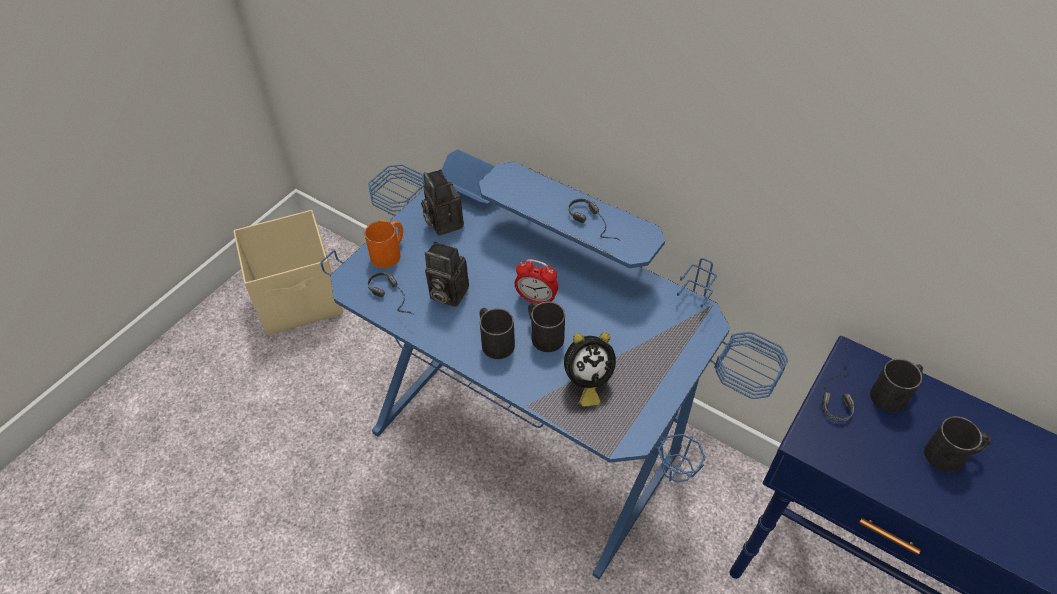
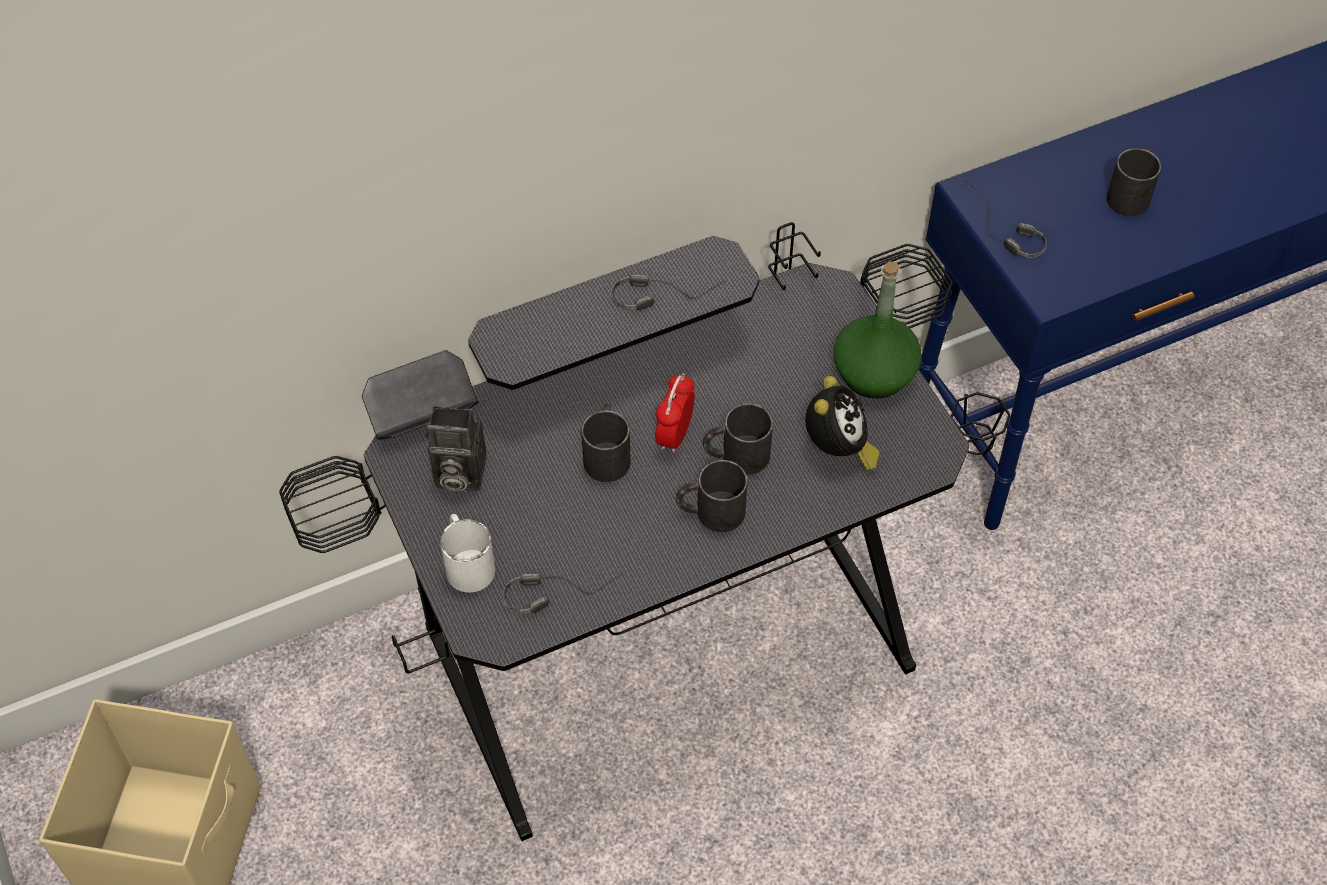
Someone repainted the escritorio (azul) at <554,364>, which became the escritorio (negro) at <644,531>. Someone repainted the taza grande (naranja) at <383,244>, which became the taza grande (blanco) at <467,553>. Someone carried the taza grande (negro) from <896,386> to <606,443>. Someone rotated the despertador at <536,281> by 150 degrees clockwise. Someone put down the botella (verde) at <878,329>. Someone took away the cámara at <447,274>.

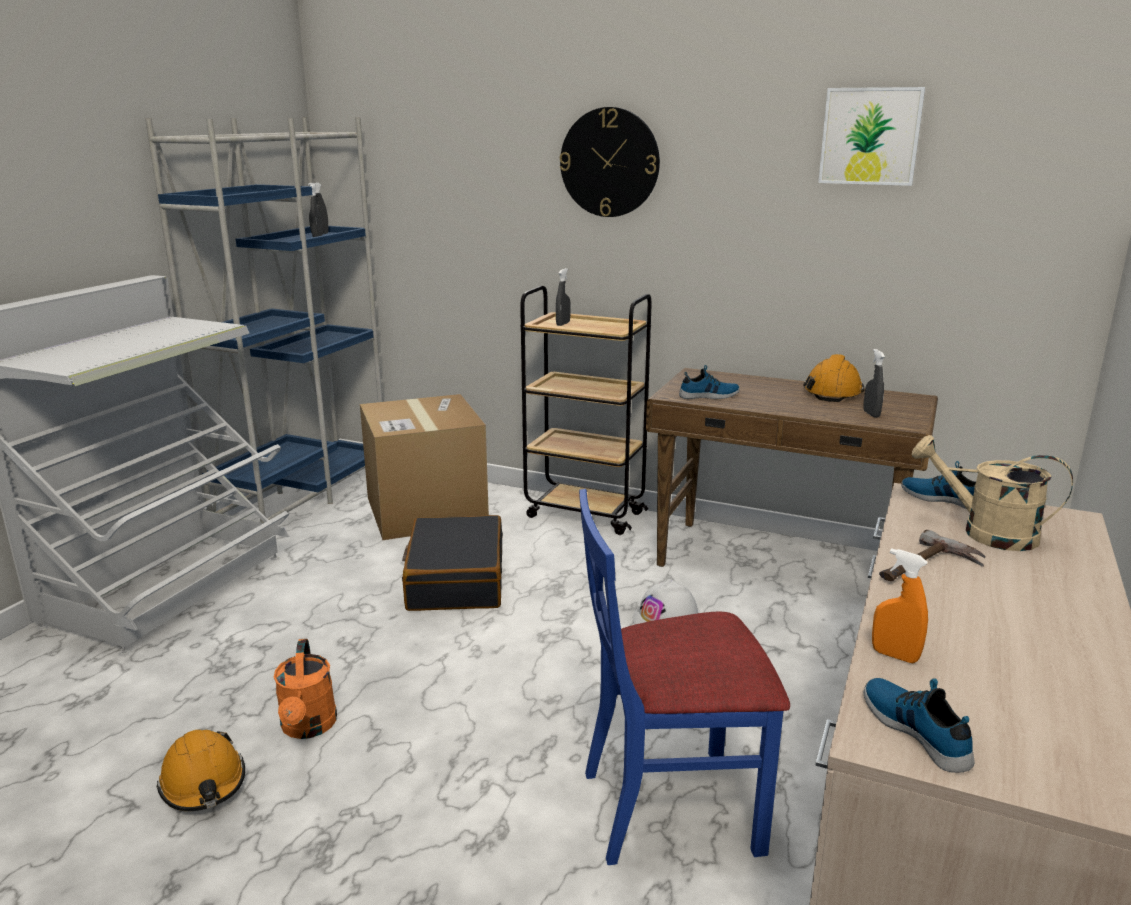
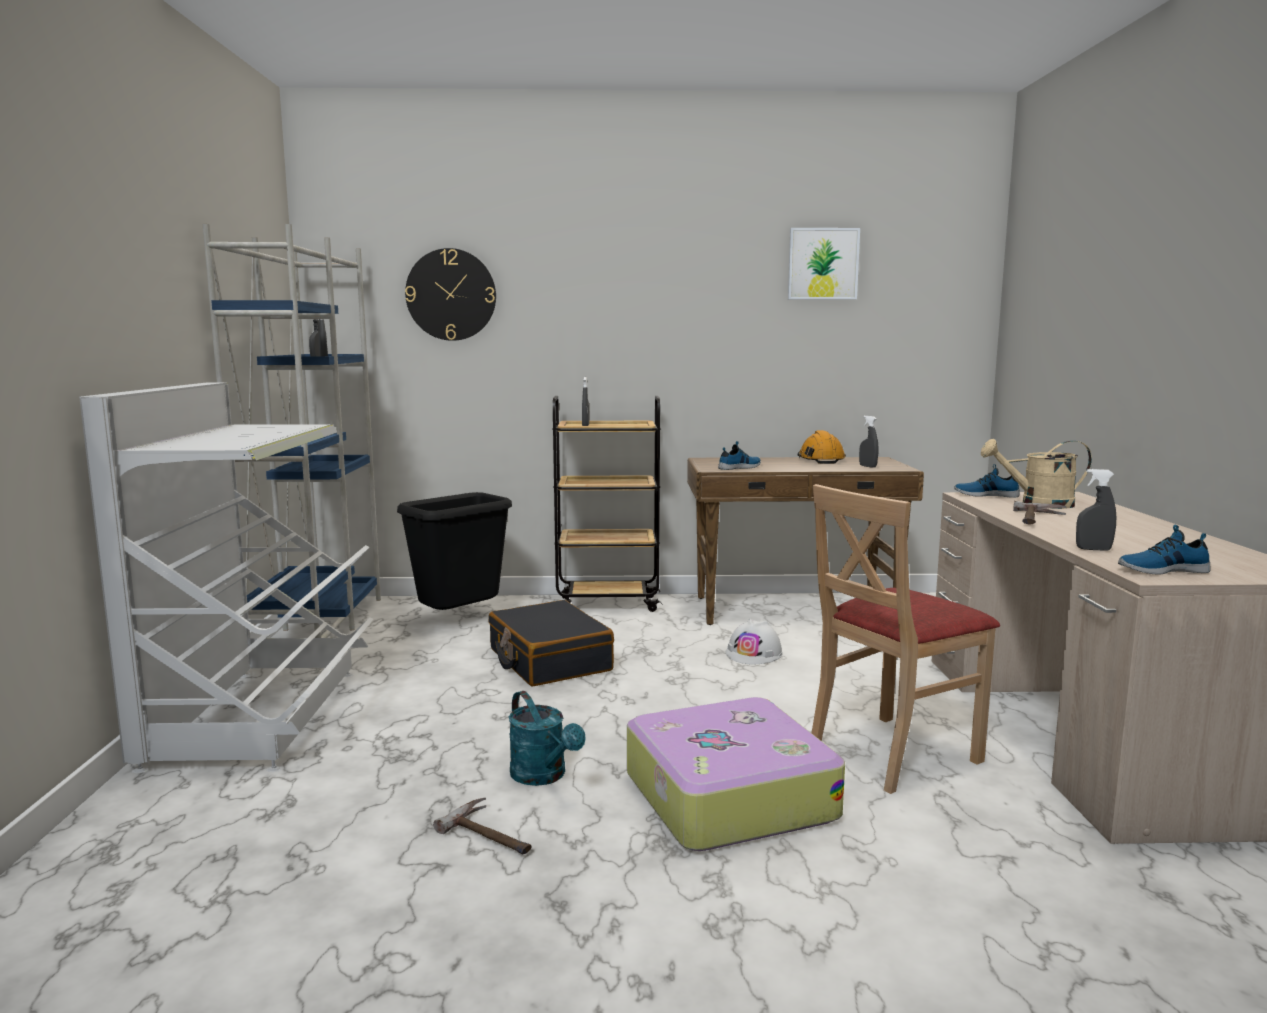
Someone swapped the caja de cartón at <424,467> for the papelera (negro) at <454,551>. Someone carried the reloj de pared from <610,162> to <450,294>. Someone swapped the casco (naranja) at <201,770> for the martillo at <482,826>. Someone repainted the regadera (naranja) at <305,689>, which became the regadera (turquesa) at <547,738>. Someone put down the maleta at <736,774>. Someone repainted the silla (azul) at <684,677>, which became the silla (beis) at <906,639>. Someone repainted the pulverizador (naranja) at <900,605>, which became the pulverizador (gris) at <1096,510>. Someone rotated the zapato at <919,725> by 45 degrees counterclockwise.

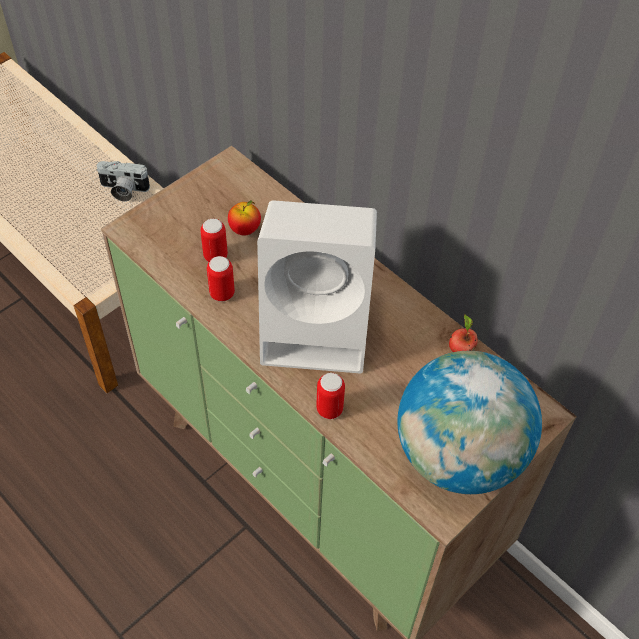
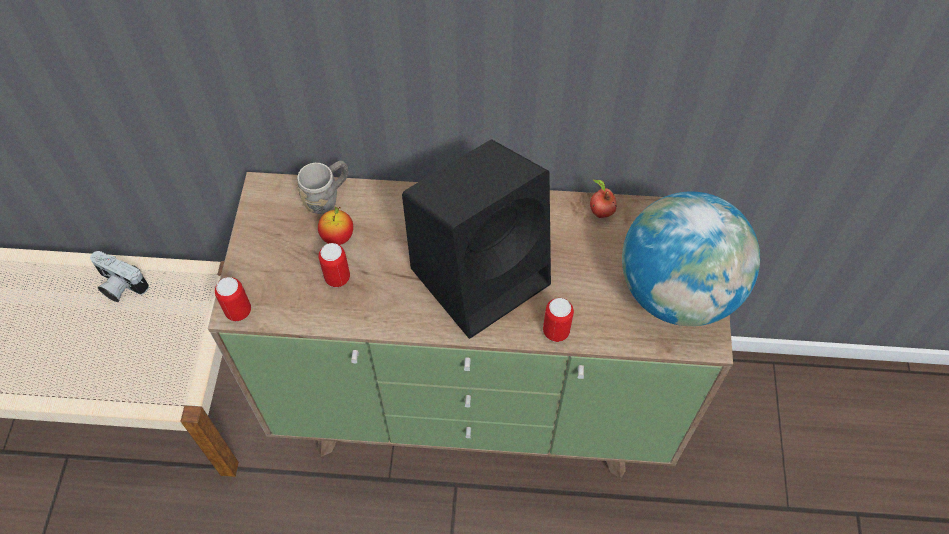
Someone rotated the cámara at <123,181> by 60 degrees clockwise. Someone carried the lata from <221,279> to <233,299>. Someone put down the taza grande (gris) at <322,187>. Someone repainted the altavoz (blanco) at <317,287>, which became the altavoz (negro) at <476,239>.

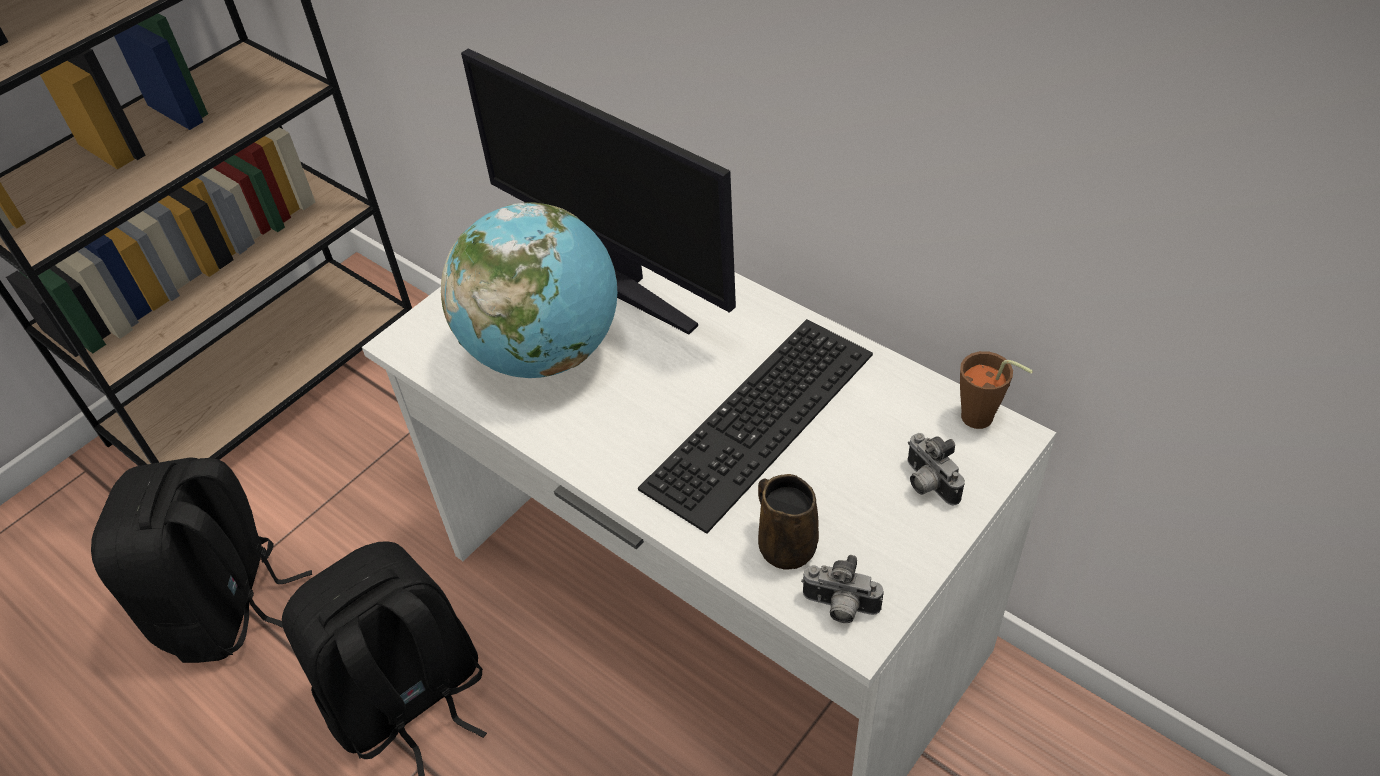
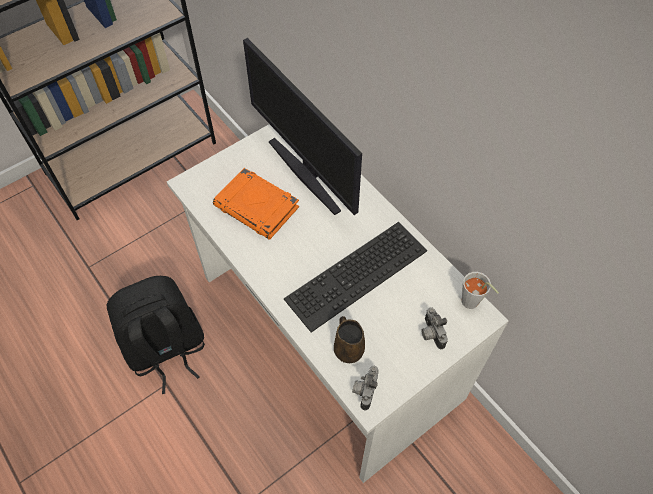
Someone swapped the globo terráqueo at <529,290> for the libro (naranja) at <256,204>. Someone rotated the cámara at <842,589> by 75 degrees clockwise. Someone repainted the taza (marrón) at <996,390>, which became the taza (gris) at <480,290>. Someone took away the mochila (negro) at <201,560>.

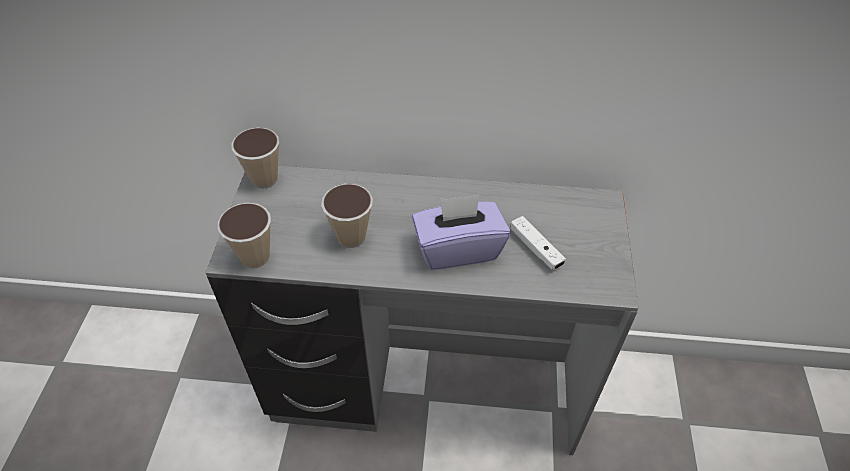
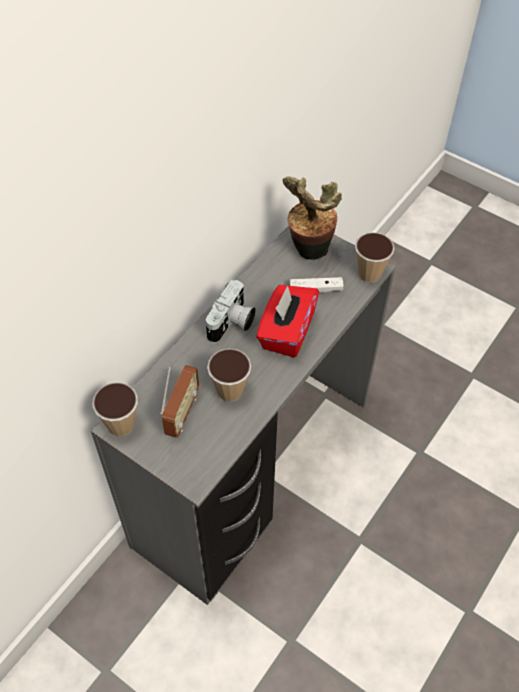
Someone put down the radio at <179,401>. Someone put down the cámara at <231,311>. Someone repainted the caja de pañuelos (morado) at <461,232>, which became the caja de pañuelos (rojo) at <287,321>. Someone put down the planta en maceta at <312,218>. Someone carried the taza from <244,236> to <375,257>.

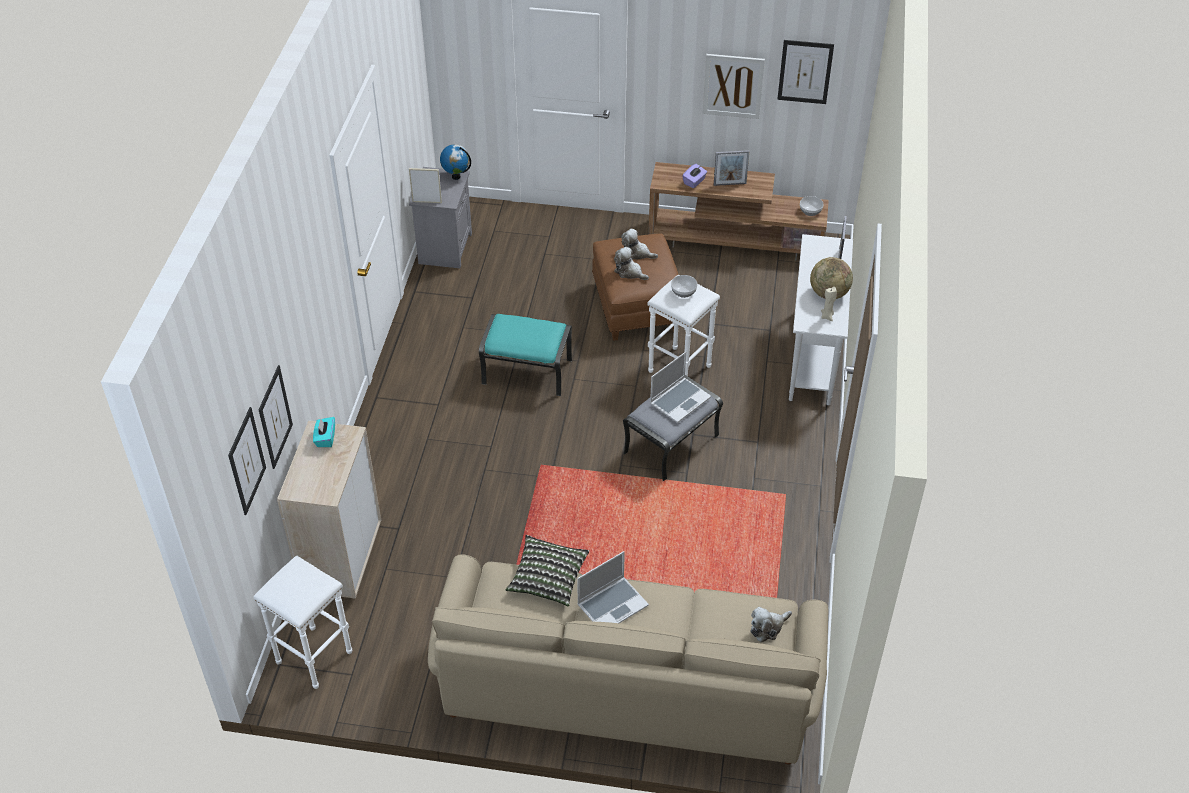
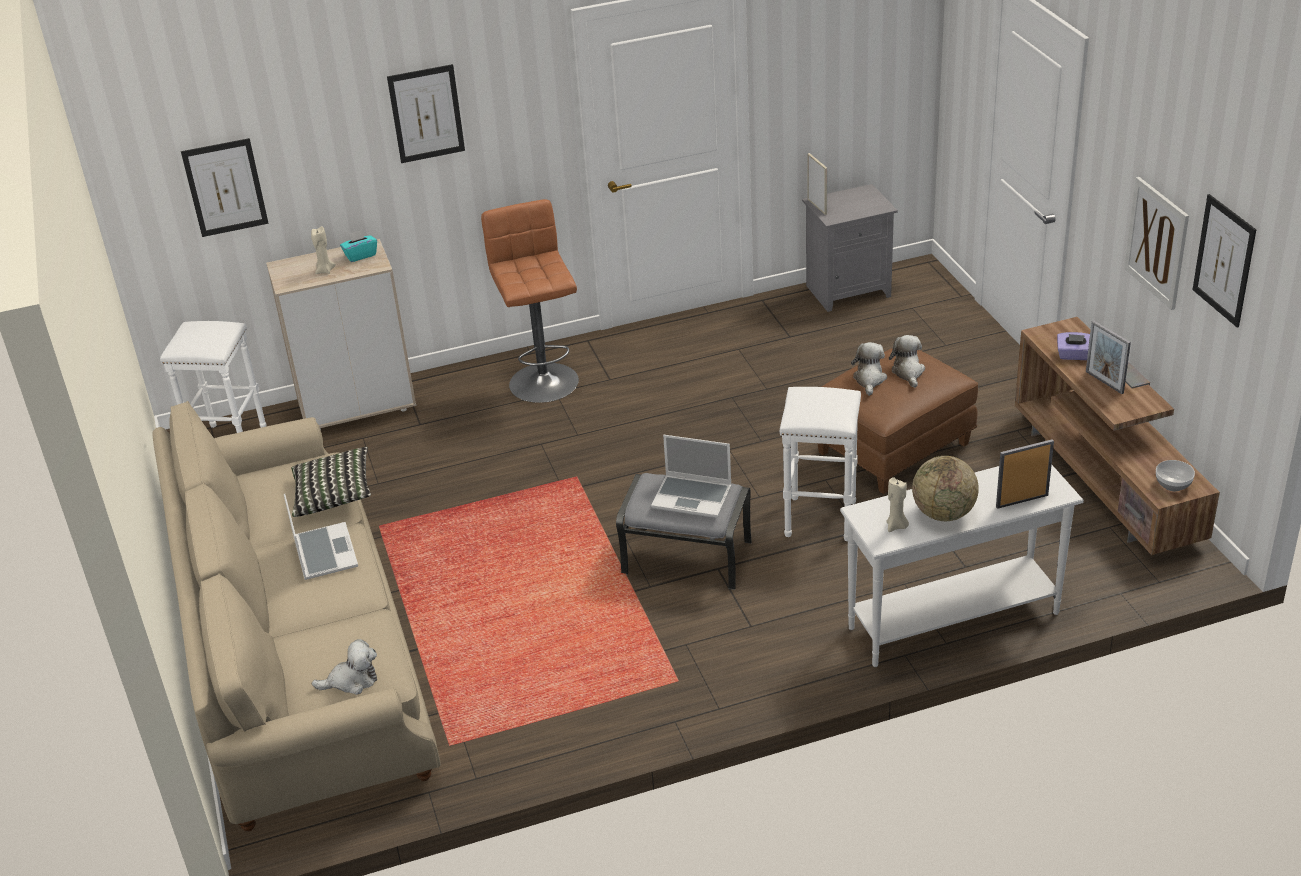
Someone rotated the portátil at <613,587> by 135 degrees counterclockwise. Someone put down the vela (beis) at <323,250>. Someone rotated the peluche at <771,624> by 135 degrees clockwise. Someone carried the cuadro from <276,417> to <426,113>. Someone put down the taburete (marrón) at <530,301>. Someone took away the globo terráqueo at <455,162>. Someone took away the puf (turquesa) at <525,355>. Someone took away the cuenco at <684,286>.

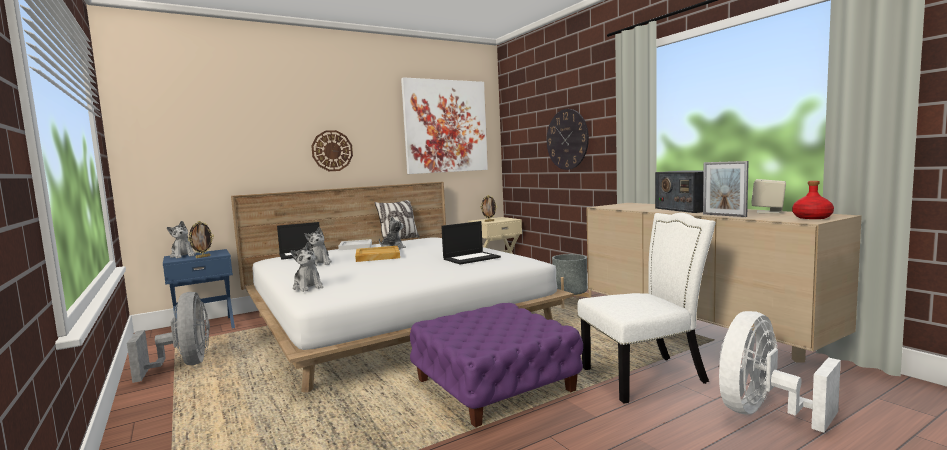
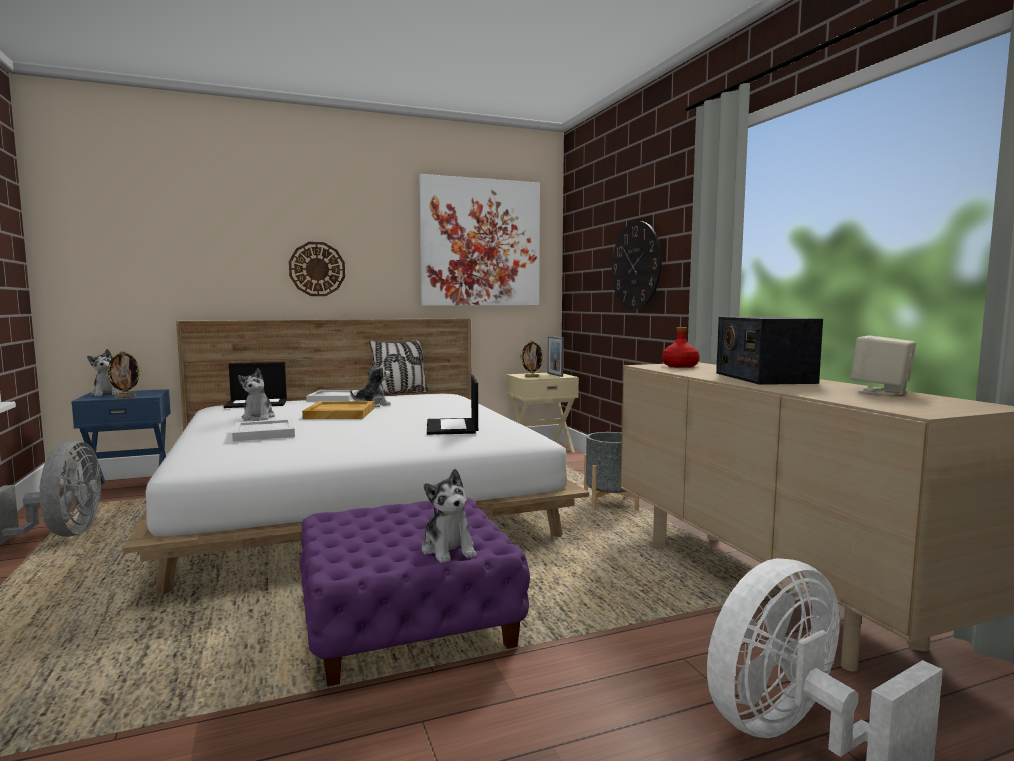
Someone put down the bandeja (blanco) at <263,430>. Someone carried the peluche from <307,267> to <449,516>. Someone rotated the portátil at <471,243> by 105 degrees clockwise. Someone carried the portarretratos from <726,189> to <555,356>. Someone carried the botella (rojo) from <813,200> to <681,347>. Someone took away the silla (blanco) at <647,308>.

